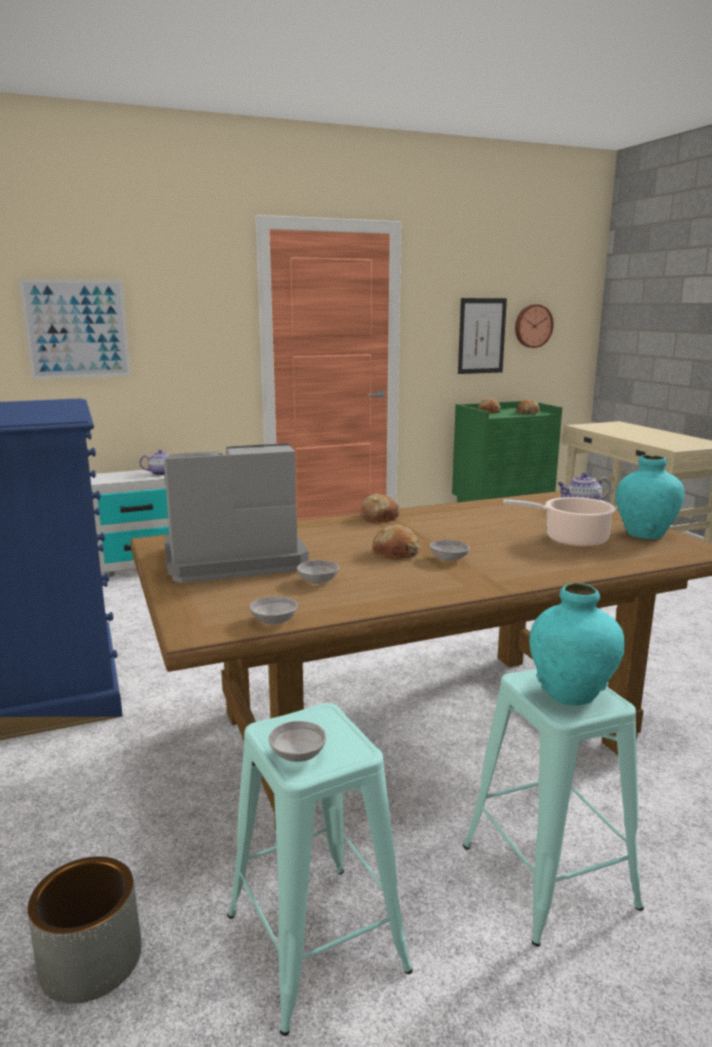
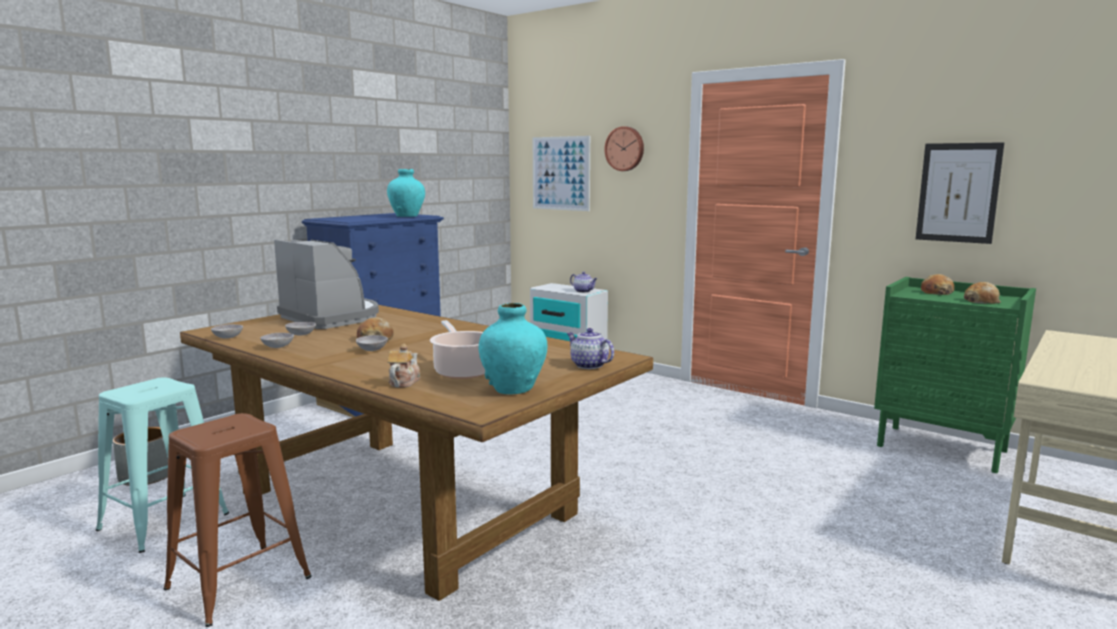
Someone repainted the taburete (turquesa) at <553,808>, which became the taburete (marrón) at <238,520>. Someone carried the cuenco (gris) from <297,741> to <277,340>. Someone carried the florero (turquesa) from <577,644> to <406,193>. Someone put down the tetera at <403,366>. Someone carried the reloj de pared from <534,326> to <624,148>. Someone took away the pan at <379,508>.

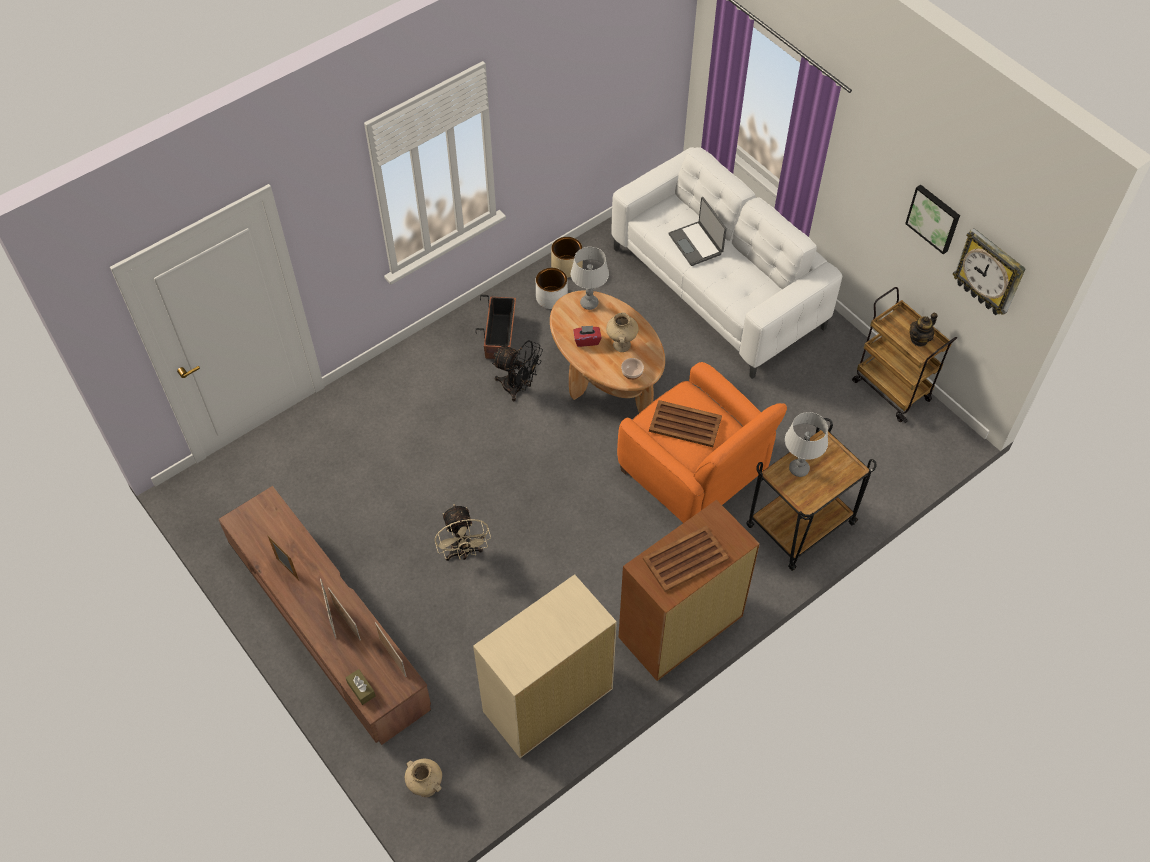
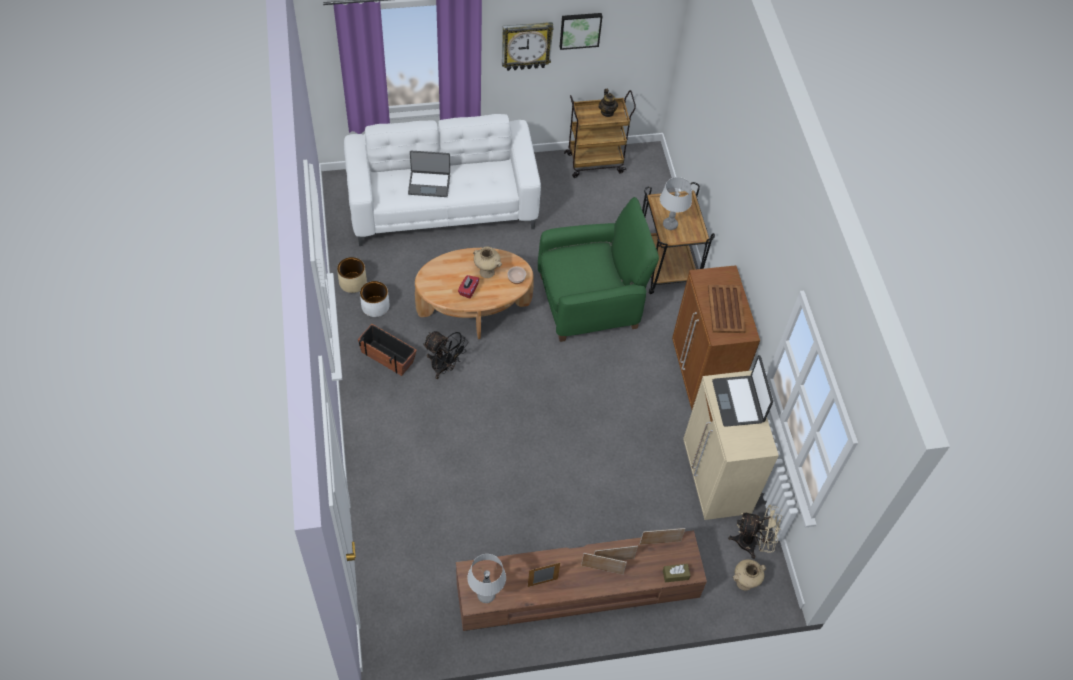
Someone rotated the ventilador (negro) at <517,370> by 75 degrees clockwise. Someone carried the lámpara de mesa (gris) from <590,278> to <486,578>. Someone carried the reloj de pared from <989,272> to <528,46>. Someone repainted the sillón (naranja) at <702,442>, which became the sillón (verde) at <598,269>. Someone put down the portátil at <742,391>. Someone carried the ventilador (beis) from <463,532> to <755,532>. Someone took away the bandeja (marrón) at <685,423>.

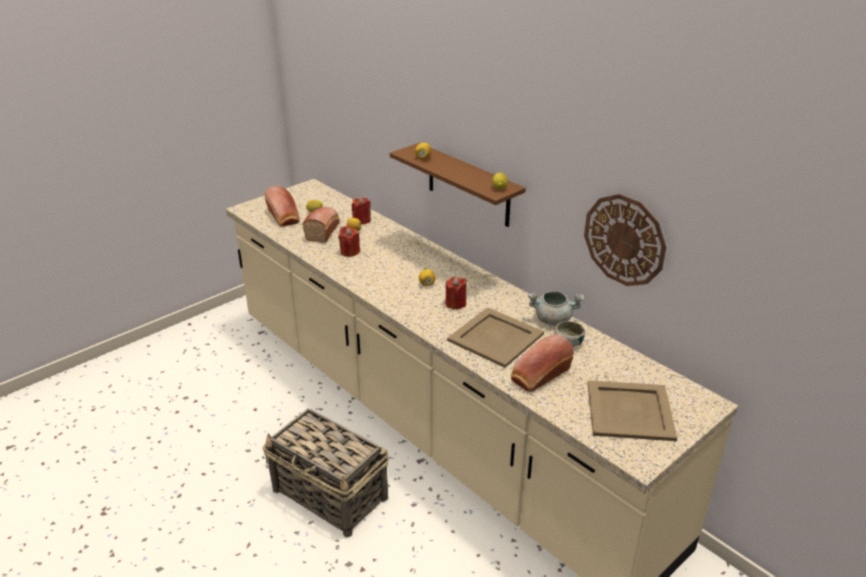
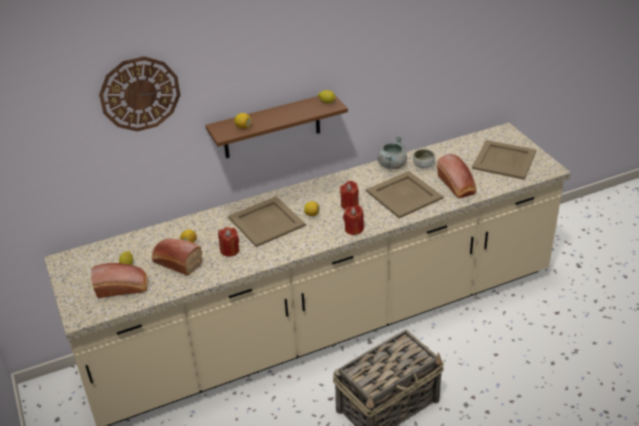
Someone carried the reloj de pared from <625,240> to <139,93>. Someone put down the bandeja (beis) at <267,221>. Someone carried the vela (rojo) from <361,211> to <353,220>.

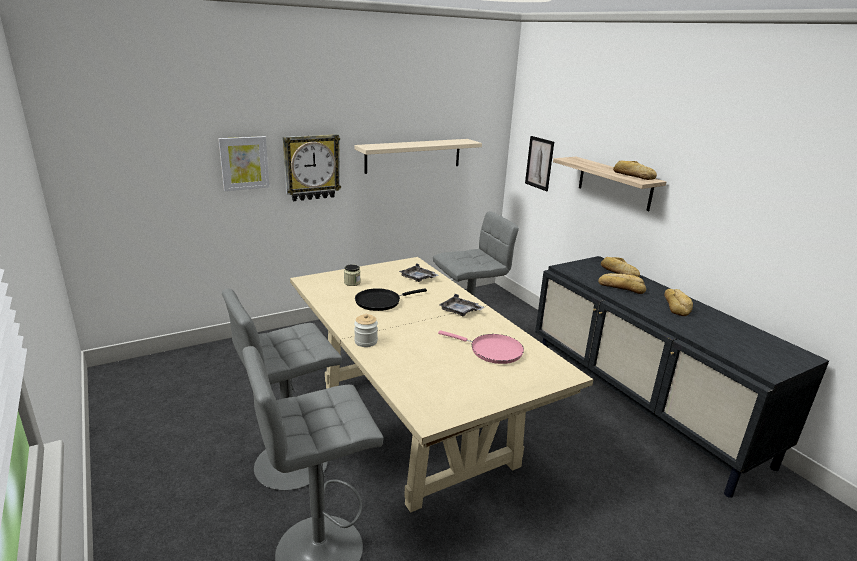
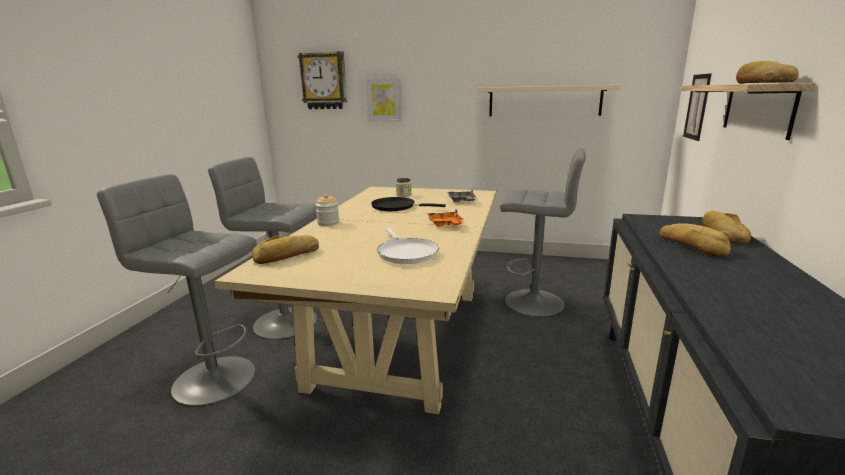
Someone carried the pan from <678,302> to <285,249>. Someone carried the reloj de pared from <312,167> to <322,80>. Someone repainted the sartén (rosa) at <481,347>, which became the sartén (blanco) at <408,245>. Someone repainted the bandeja (gris) at <461,305>, which became the bandeja (naranja) at <445,218>.

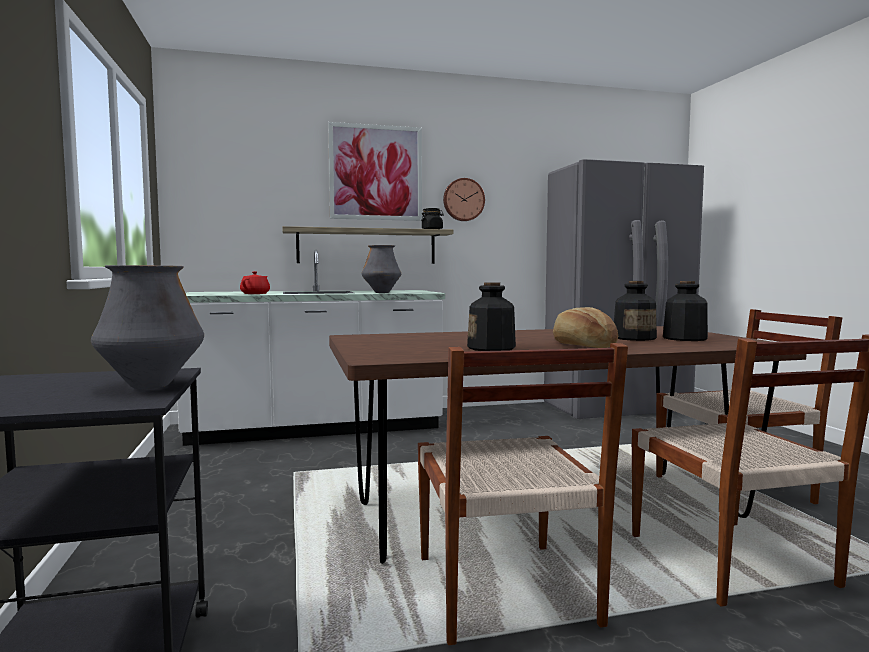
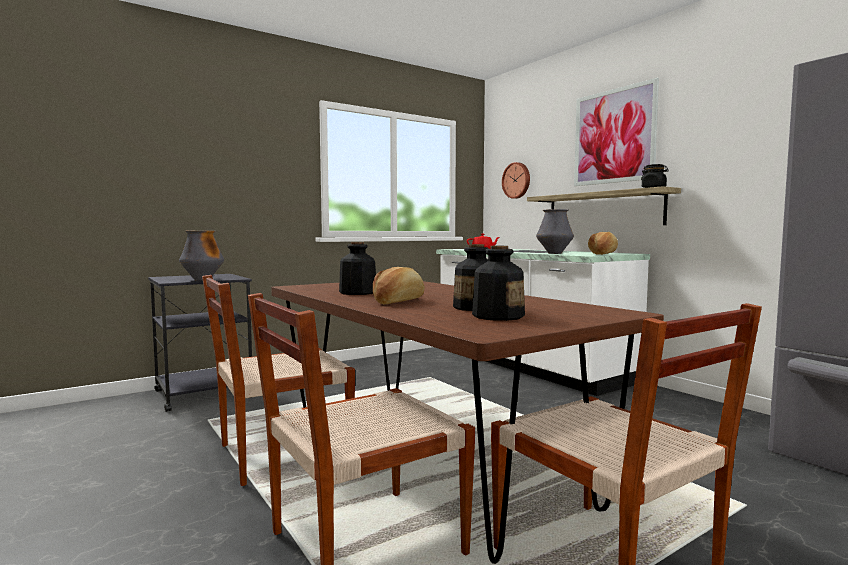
Someone carried the reloj de pared from <464,199> to <516,180>. Someone put down the pan at <603,243>.

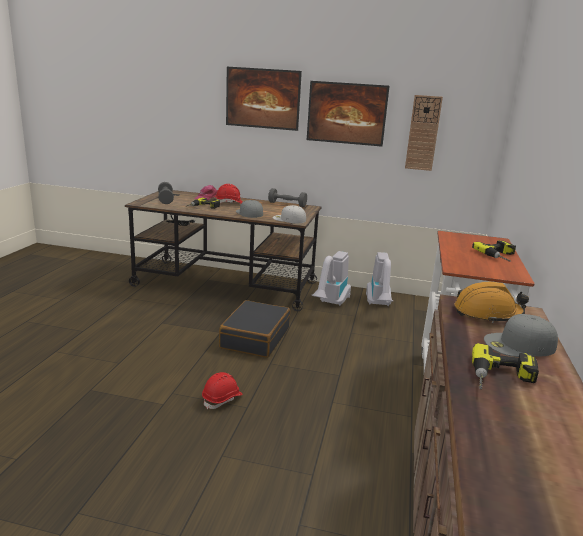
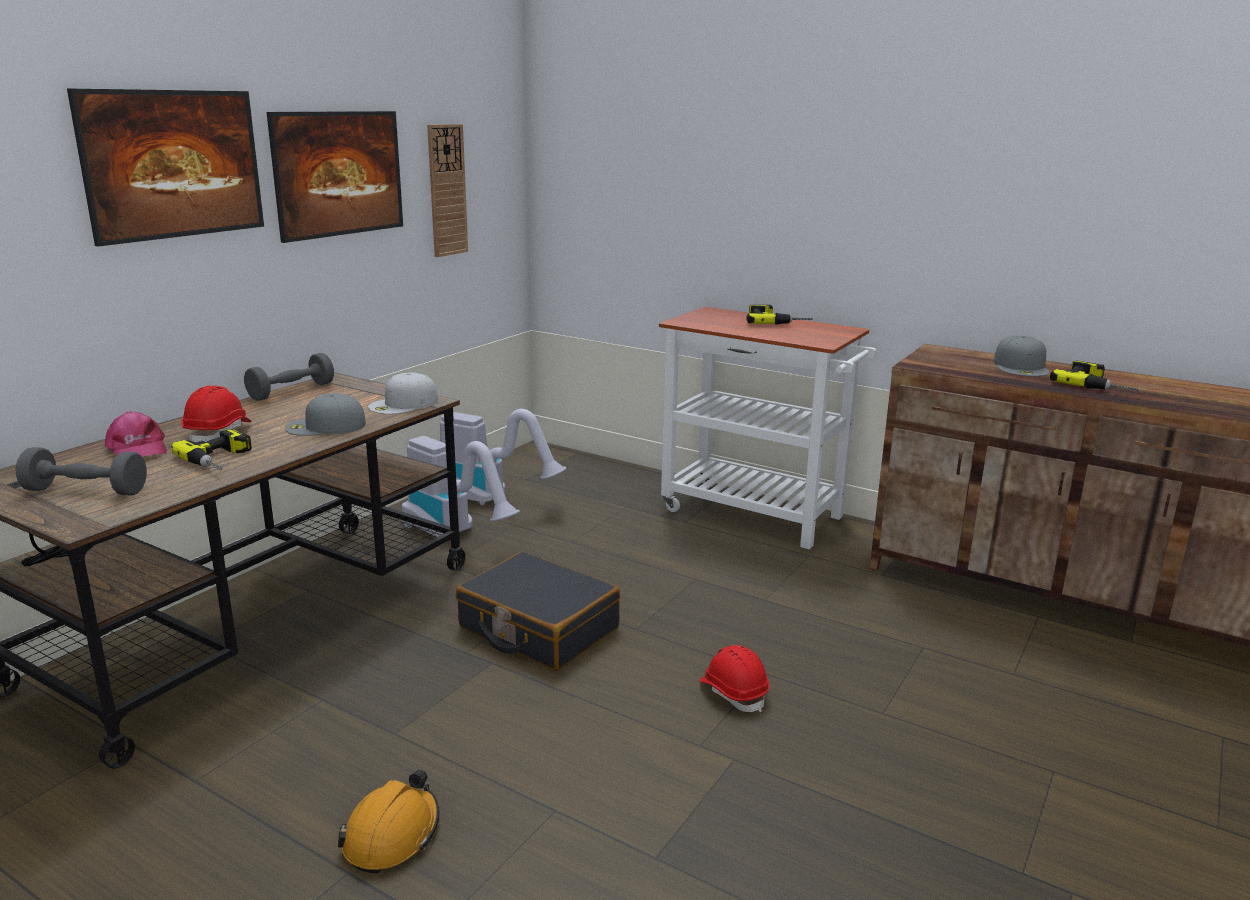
Someone carried the casco (naranja) from <491,302> to <389,821>.

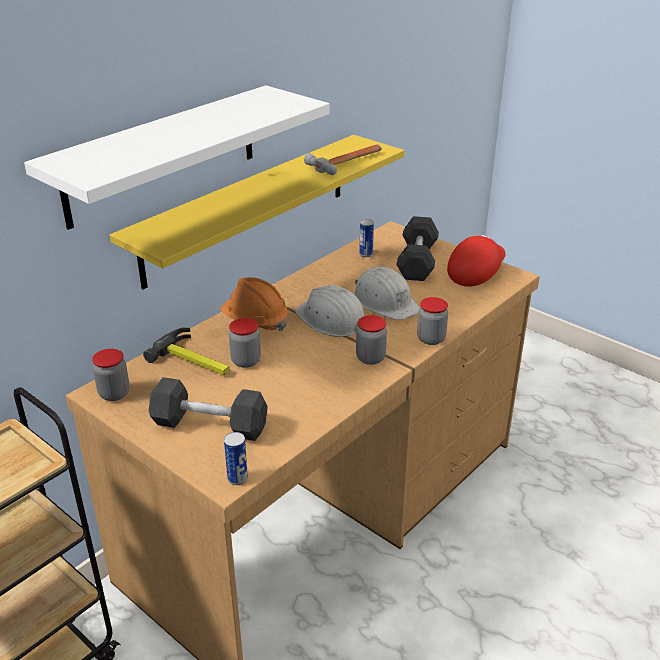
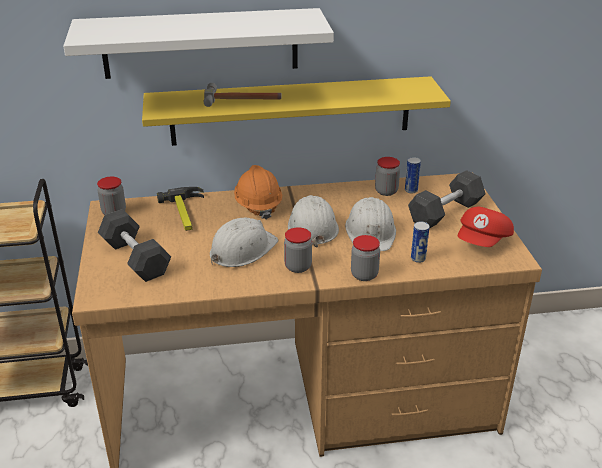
Someone carried the martillo from <343,159> to <242,95>. Someone put down the casco (blanco) at <244,242>. Someone carried the tarro from <245,343> to <387,176>. Someone carried the lata from <236,458> to <420,242>. Someone rotated the gorra (rojo) at <476,261> by 135 degrees clockwise.

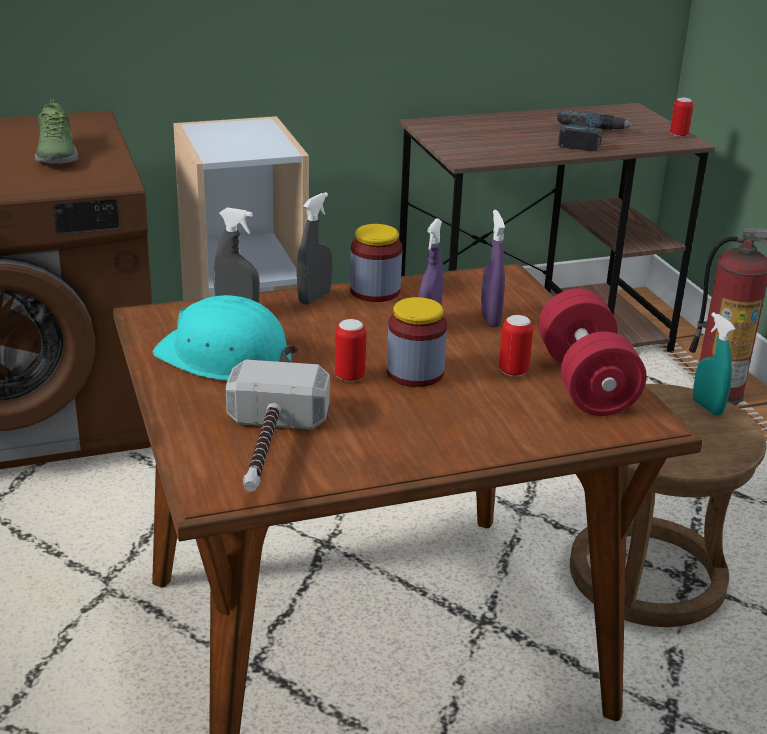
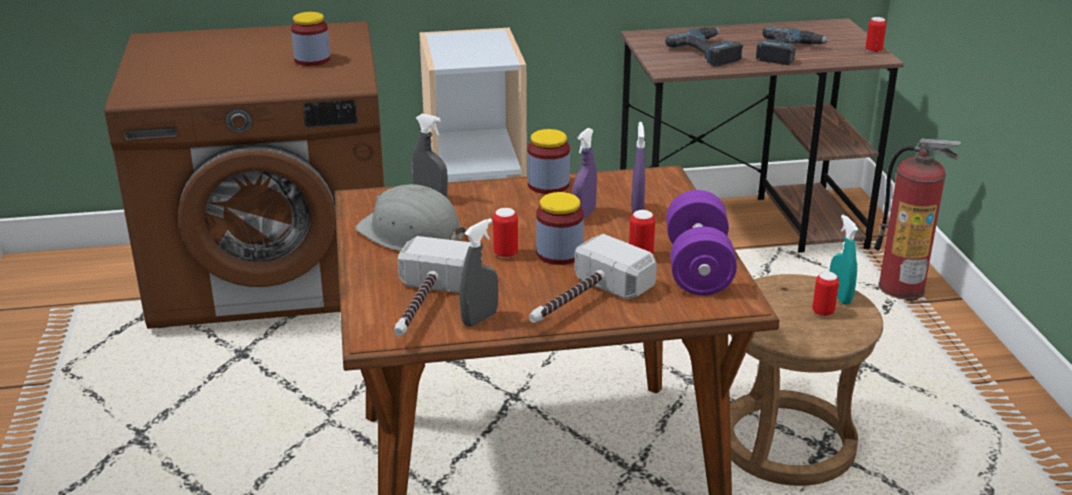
Someone swapped the zapato at <56,131> for the tarro at <310,39>. Someone repainted the casco (turquesa) at <226,338>, which became the casco (gris) at <411,217>. Someone carried the pulverizador (gris) from <314,248> to <478,272>. Someone put down the martillo at <593,278>. Someone put down the taladro at <704,47>. Someone repainted the mancuerna (rojo) at <592,352>, which became the mancuerna (morado) at <701,243>. Someone put down the lata at <825,293>.

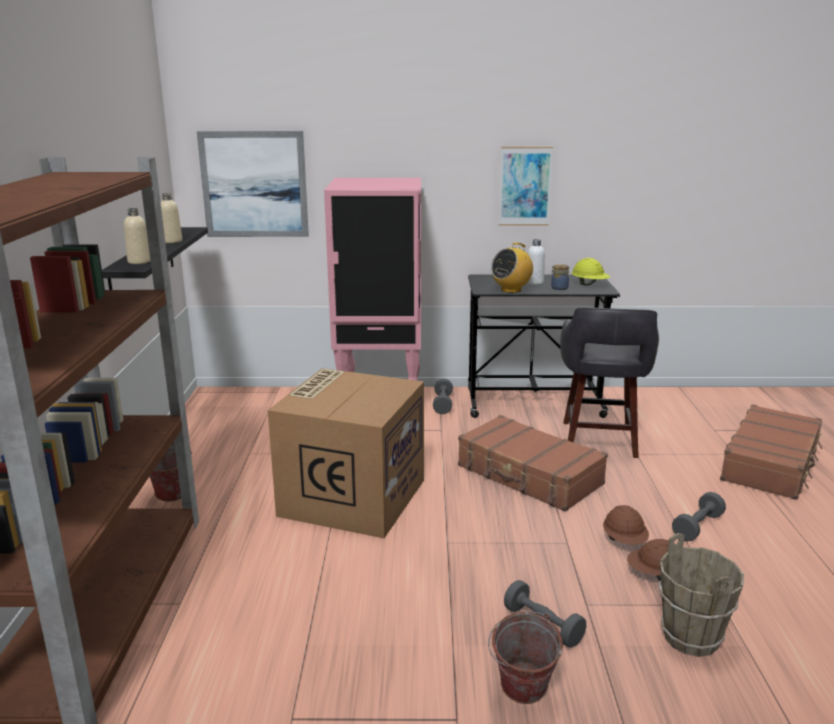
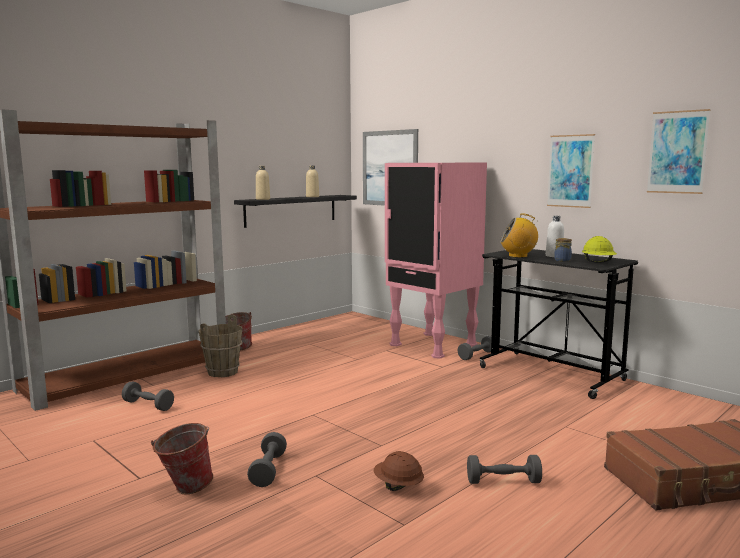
Someone put down the mancuerna (gris) at <148,396>. Someone carried the cubo (marrón) from <701,595> to <220,346>. Someone put up the cuadro at <679,151>. Someone took away the caja de cartón at <346,453>. Someone took away the maleta (marrón) at <533,463>. Someone took away the taburete (gris) at <609,382>. Someone took away the casco (marrón) at <626,525>.

